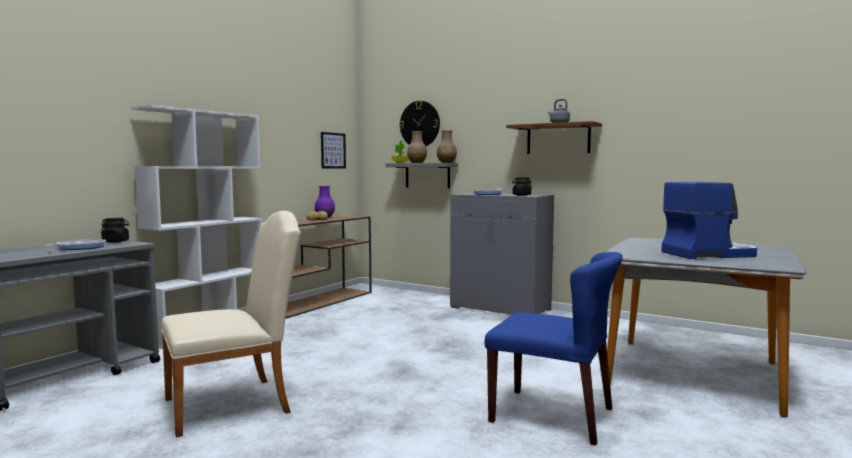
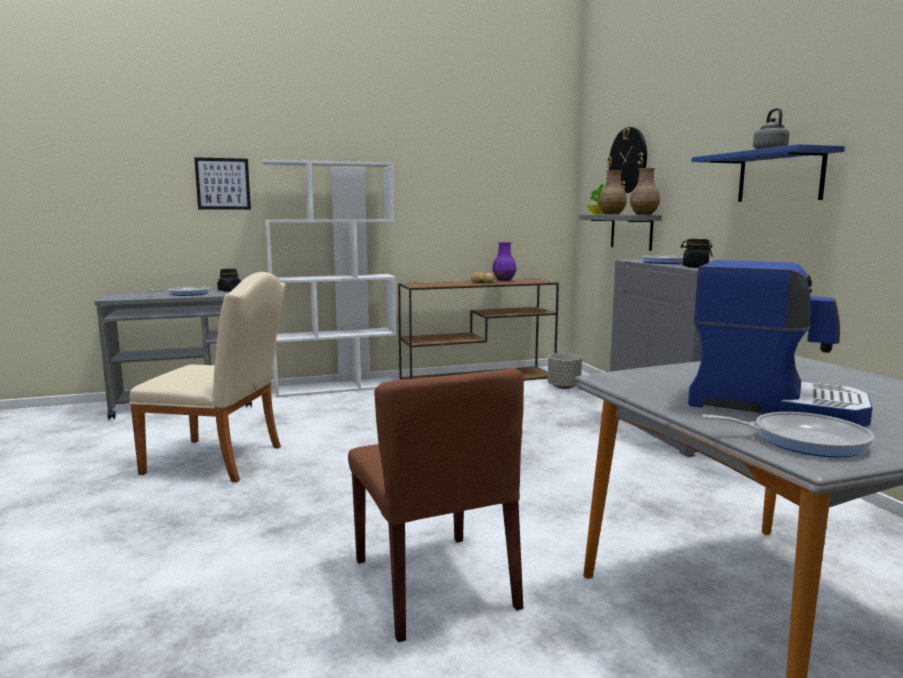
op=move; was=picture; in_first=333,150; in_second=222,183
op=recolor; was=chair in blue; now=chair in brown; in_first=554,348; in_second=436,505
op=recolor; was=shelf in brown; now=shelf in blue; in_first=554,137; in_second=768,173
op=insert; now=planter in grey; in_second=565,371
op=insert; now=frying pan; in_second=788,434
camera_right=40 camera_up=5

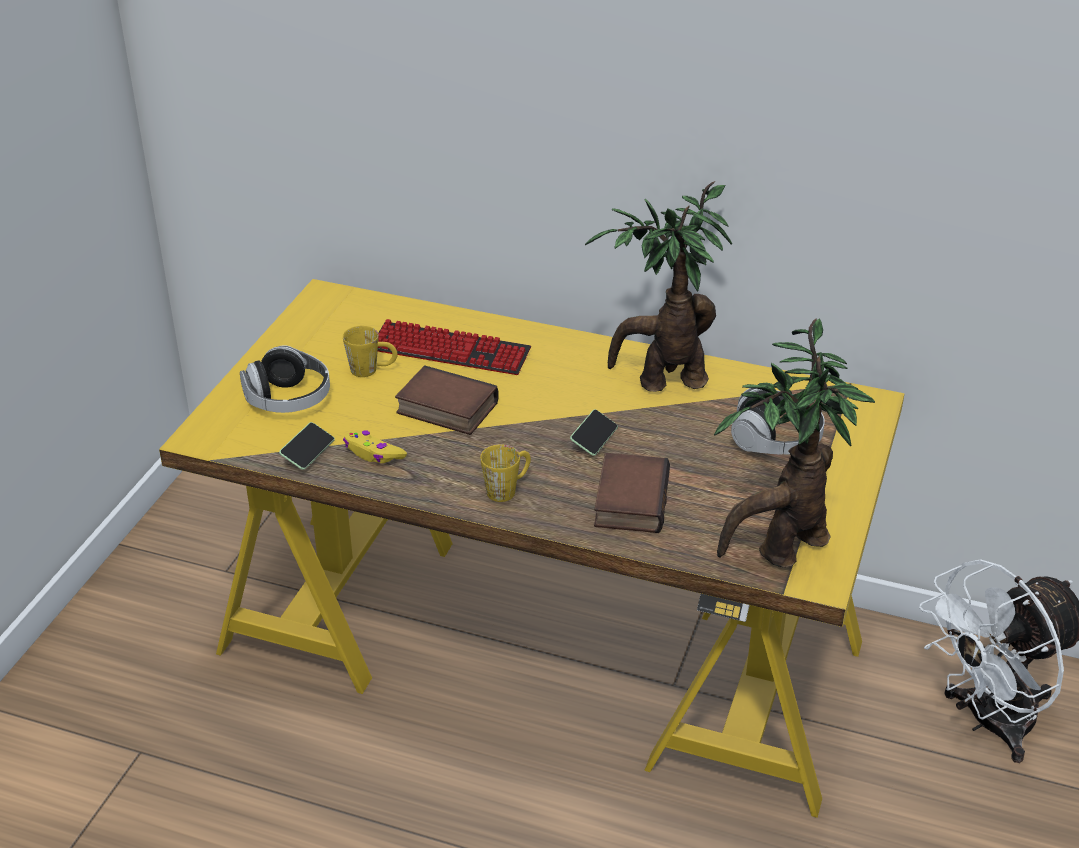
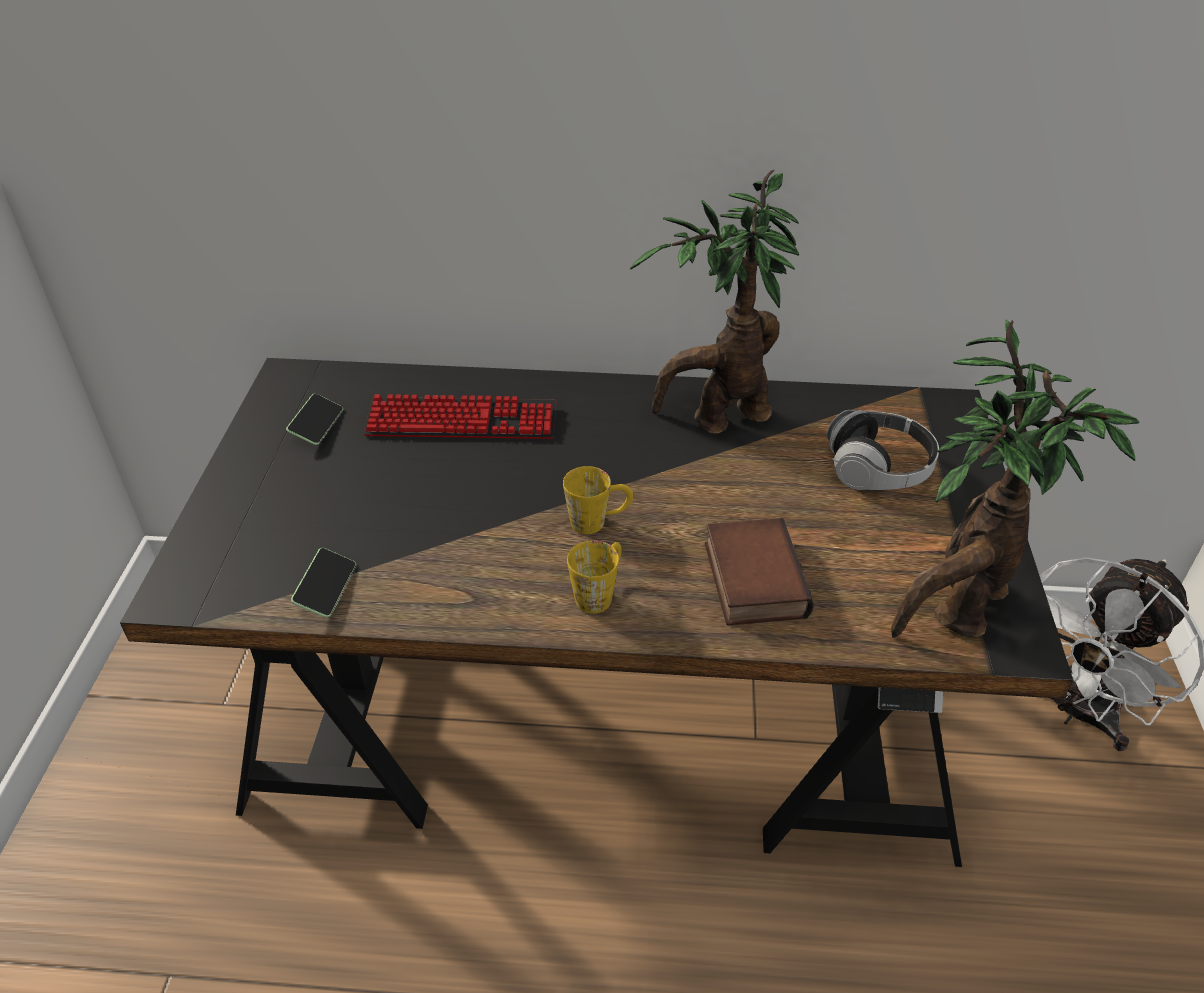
op=recolor; was=desk in yellow; now=desk in black; in_first=531,548; in_second=596,612
op=delete; was=headphones; in_first=285,379
op=move; was=mug in yellow; in_first=370,351; in_second=598,500
op=delete; was=game controller in yellow; in_first=375,446
op=delete; was=book; in_first=447,400
op=move; was=phone; in_first=594,432; in_second=314,419
camera_right=-15 camera_up=5

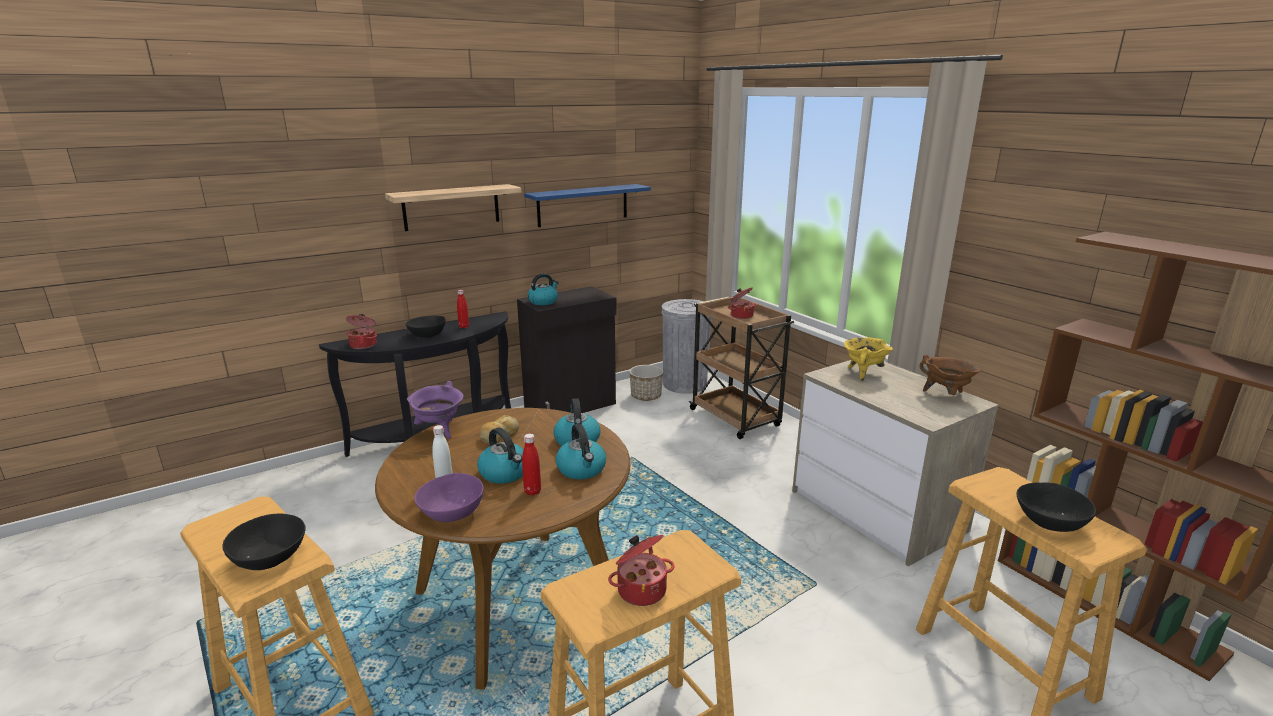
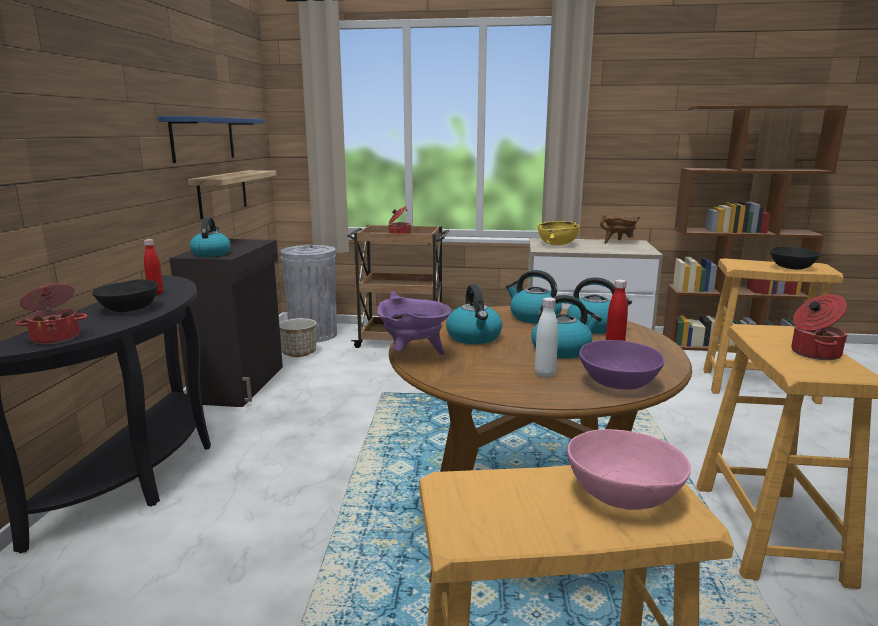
op=recolor; was=bowl in black; now=bowl in pink; in_first=264,542; in_second=629,469
op=move; was=shelf; in_first=453,207; in_second=232,194
op=replace; was=bread; now=kettle; in_first=499,429; in_second=474,314
op=replace; was=cooking pot in yellow; now=bowl in yellow; in_first=868,359; in_second=558,233
camera_right=-50 camera_up=-5

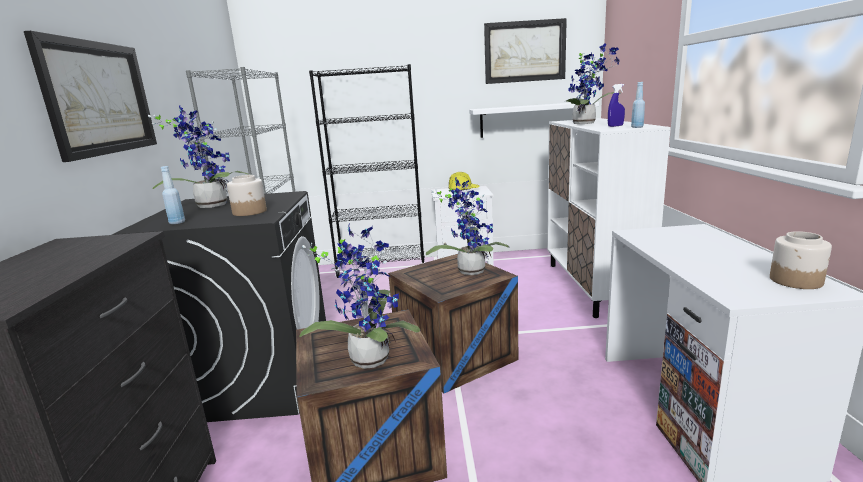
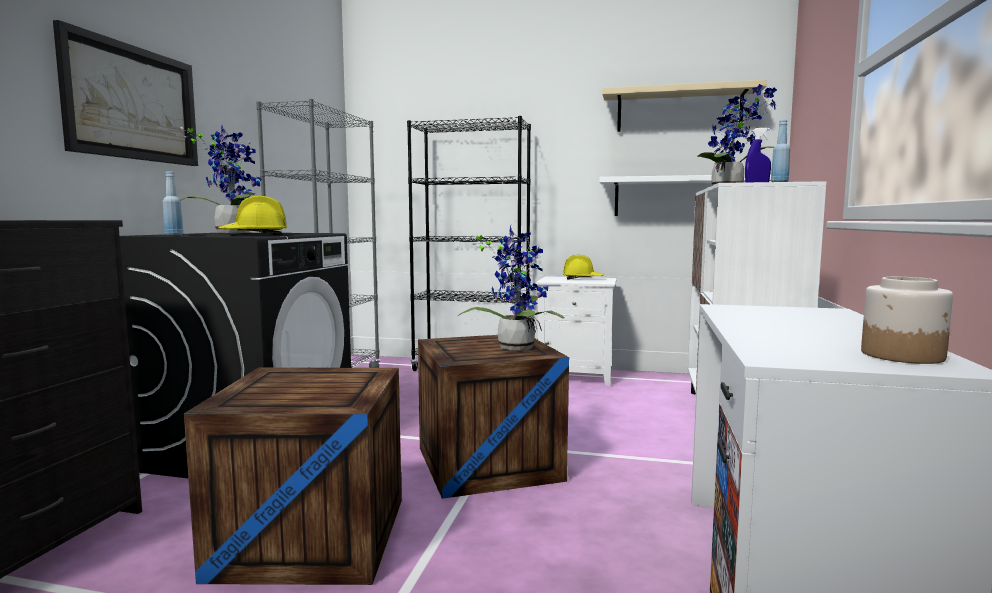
op=replace; was=jar; now=hard hat in yellow; in_first=247,195; in_second=252,215
op=delete; was=potted plant; in_first=359,297
op=replace; was=picture; now=shelf in beige; in_first=525,51; in_second=684,106
camera_right=15 camera_up=-10

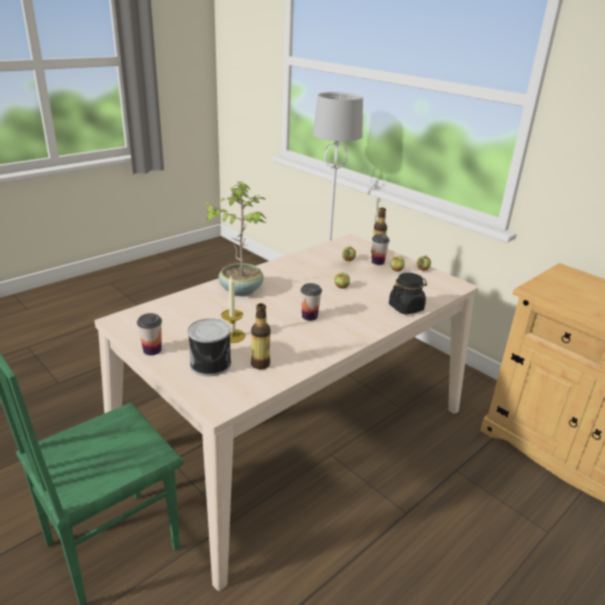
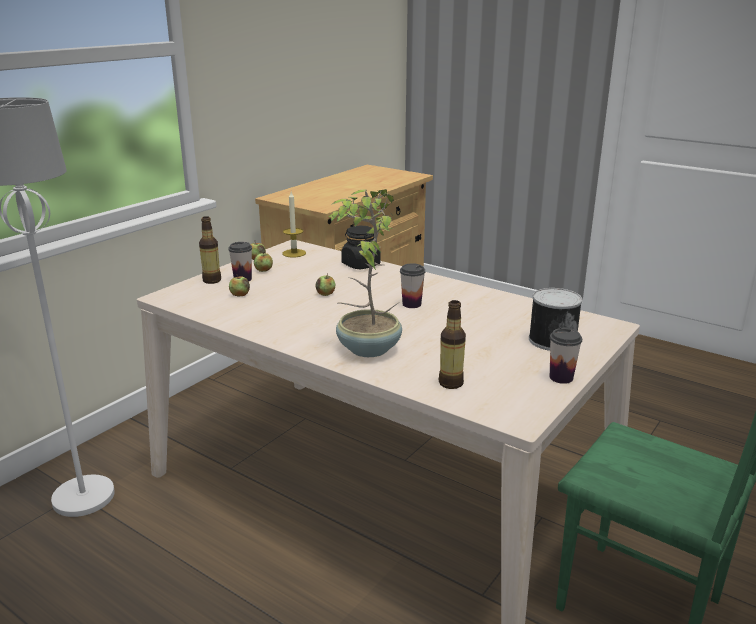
op=move; was=candle; in_first=233,309; in_second=294,225
op=move; was=bottle; in_first=261,336; in_second=452,344
camera_right=-100 camera_up=-5

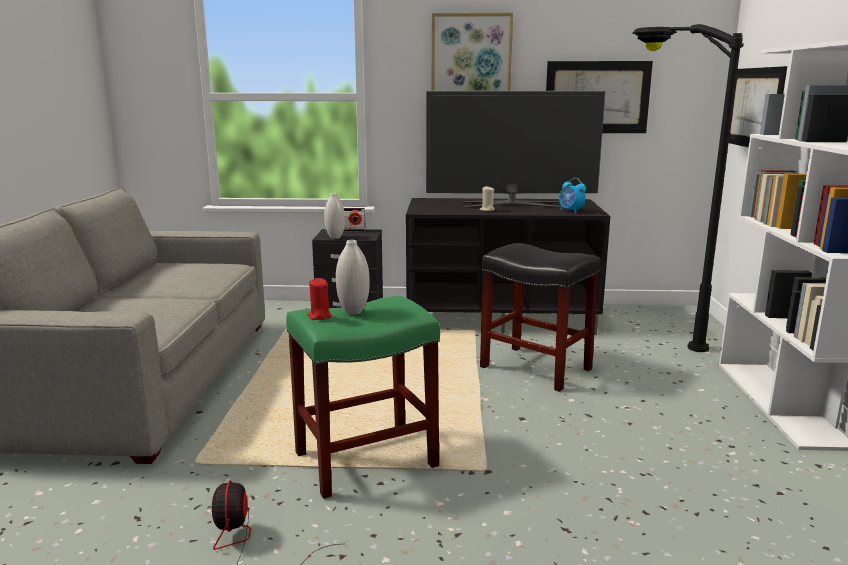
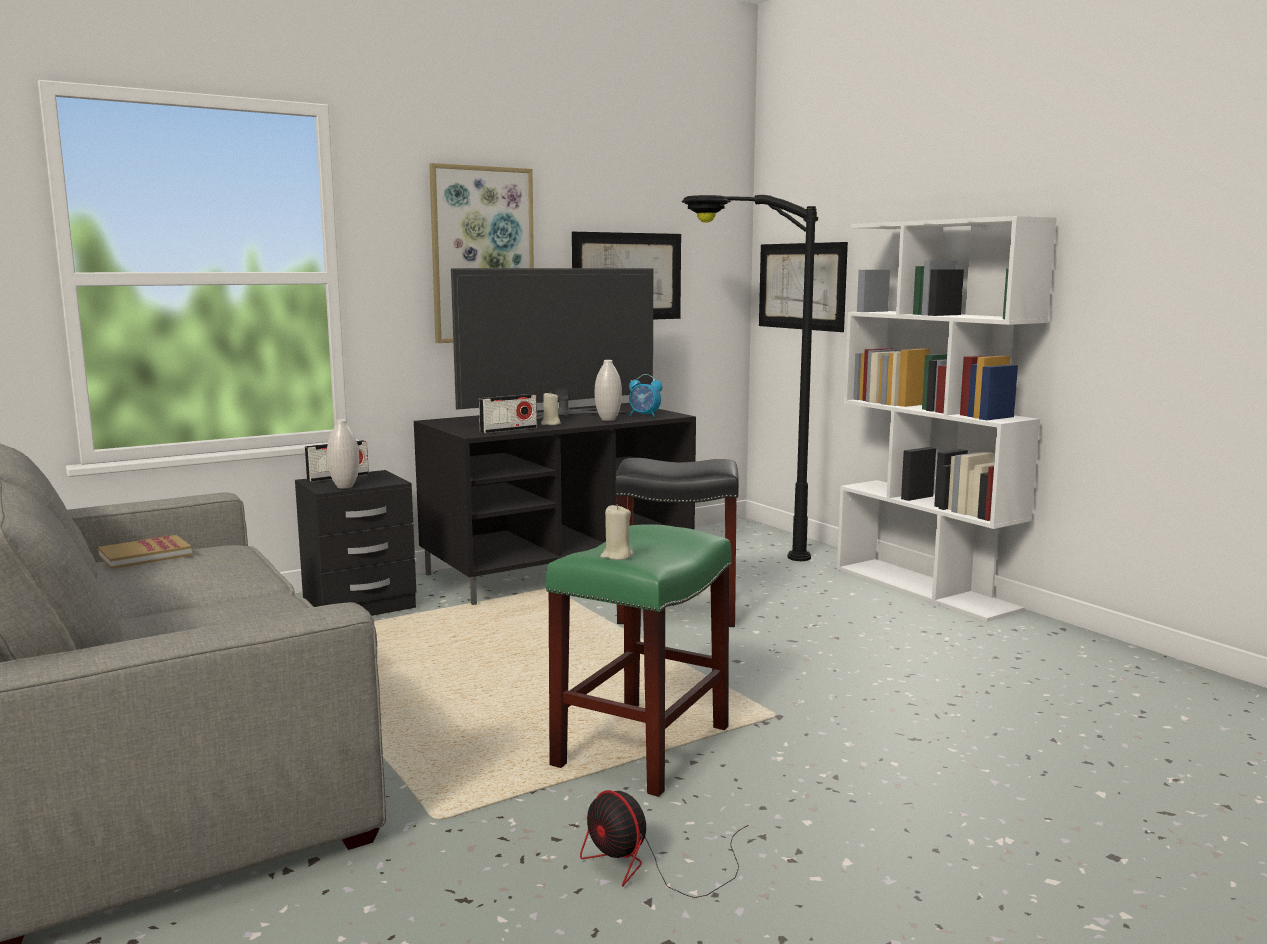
op=recolor; was=candle in red; now=candle in beige; in_first=319,299; in_second=617,532
op=move; was=vase in white; in_first=353,277; in_second=608,390
op=insert; now=book; in_second=145,552
op=insert; now=radio; in_second=508,413
camera_right=-35 camera_up=-5

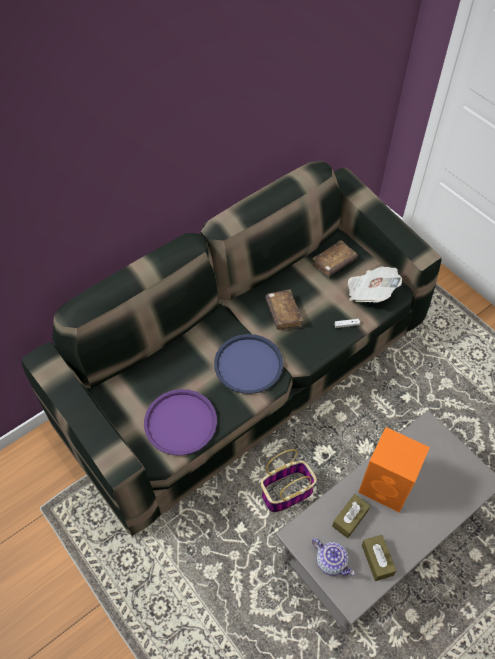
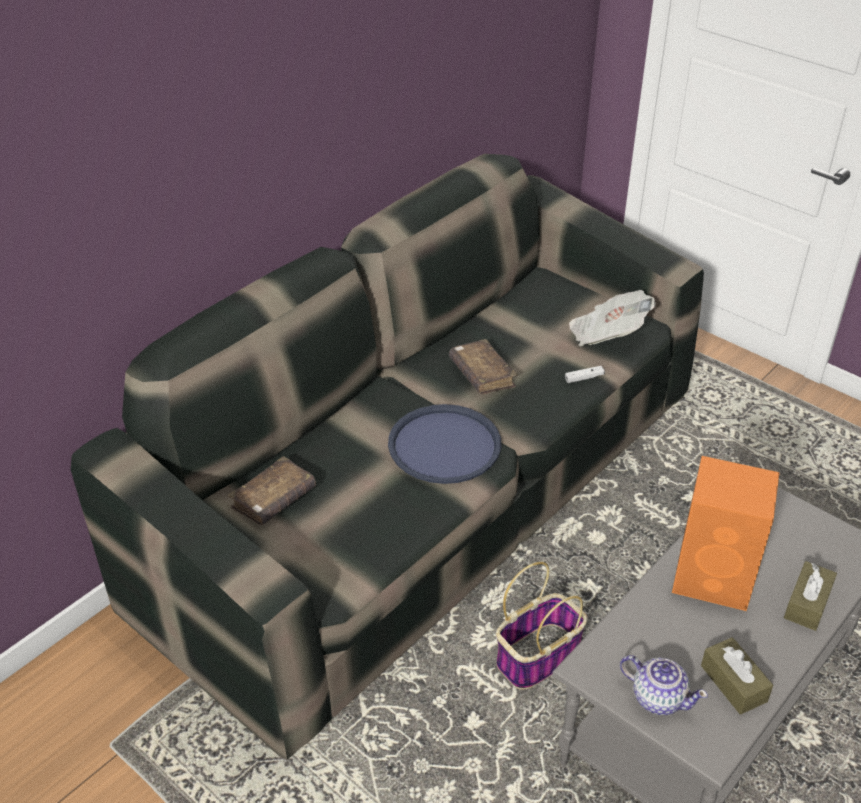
op=delete; was=tray in purple; in_first=180,422
op=move; was=book in brown; in_first=335,258; in_second=272,490
op=move; was=tissue box in brown; in_first=351,516; in_second=810,596
camera_right=-10 camera_up=-15

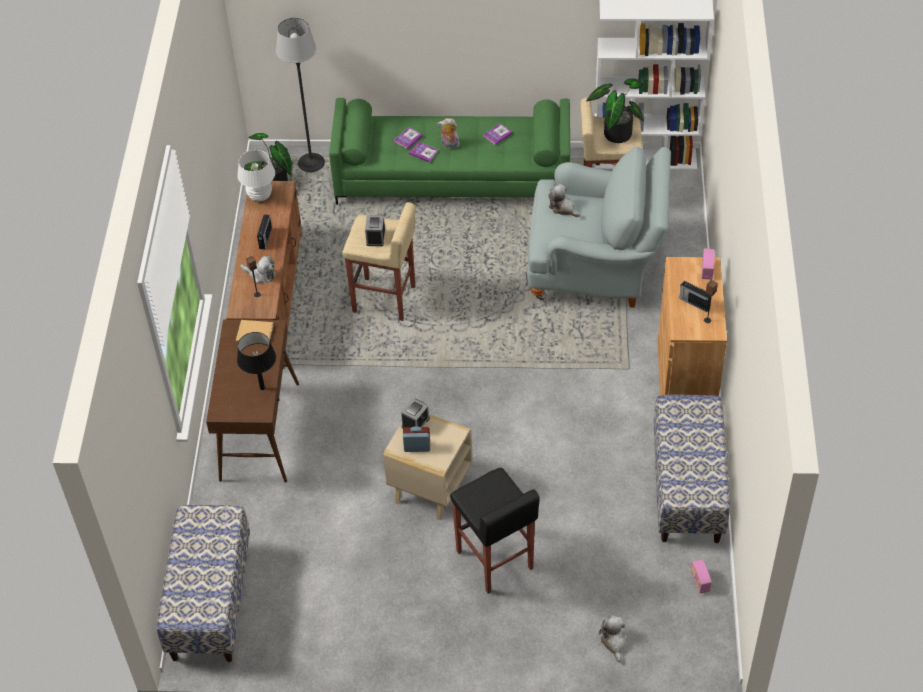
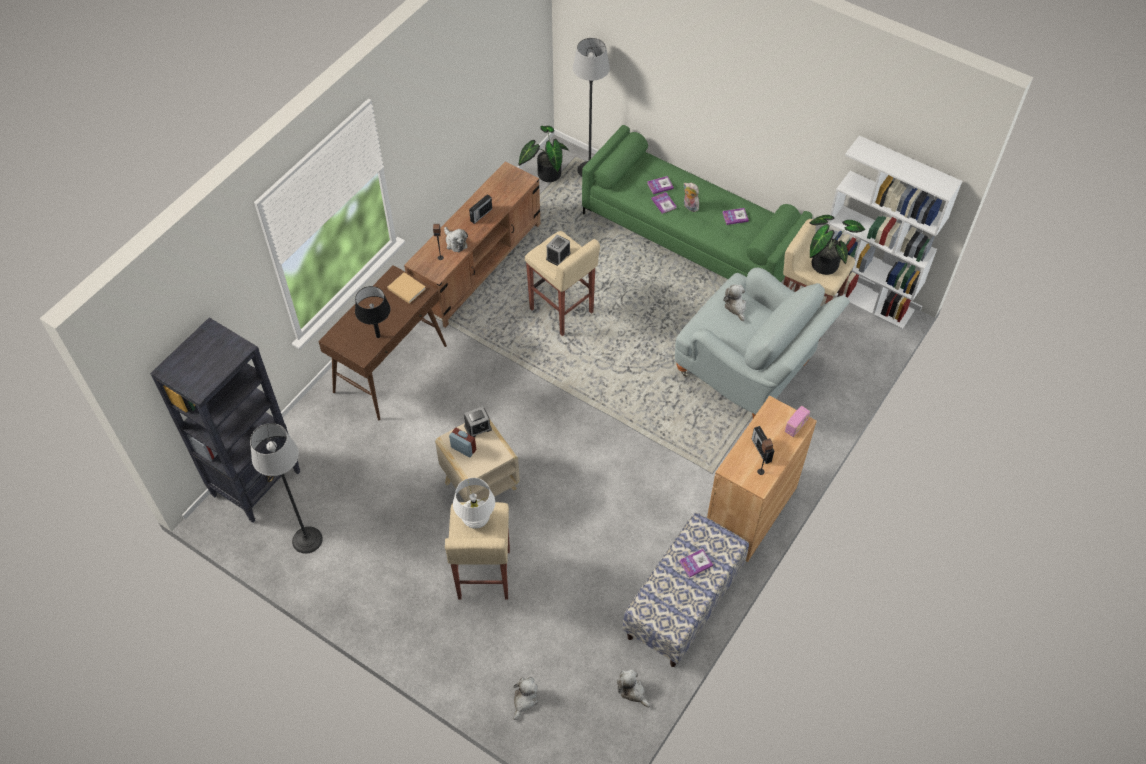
op=replace; was=bench; now=bookcase in black; in_first=203,583; in_second=225,420
op=move; was=table lamp in white; in_first=256,175; in_second=474,503
op=recolor; was=stool in black; now=stool in beige; in_first=495,531; in_second=477,550
op=replace; was=radio; now=plush toy; in_first=701,576; in_second=633,689
op=insert; now=floor lamp; in_second=286,488
op=insert; now=book; in_second=696,563
camera_right=30 camera_up=5

